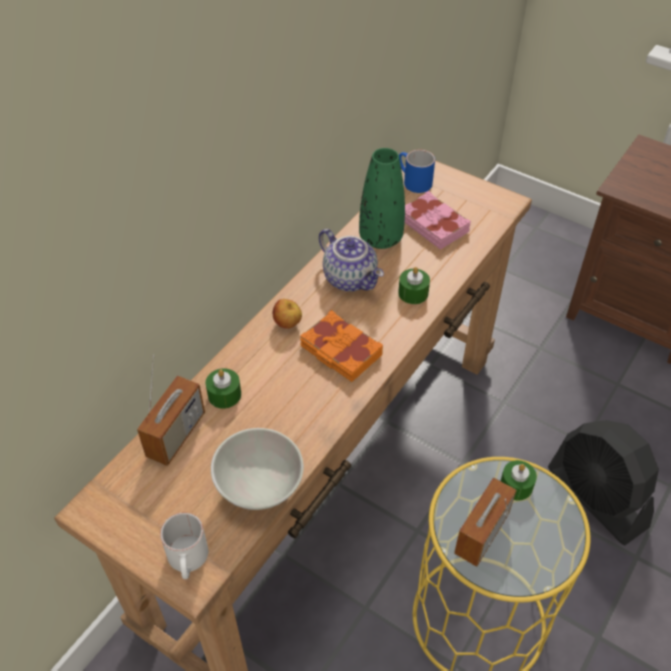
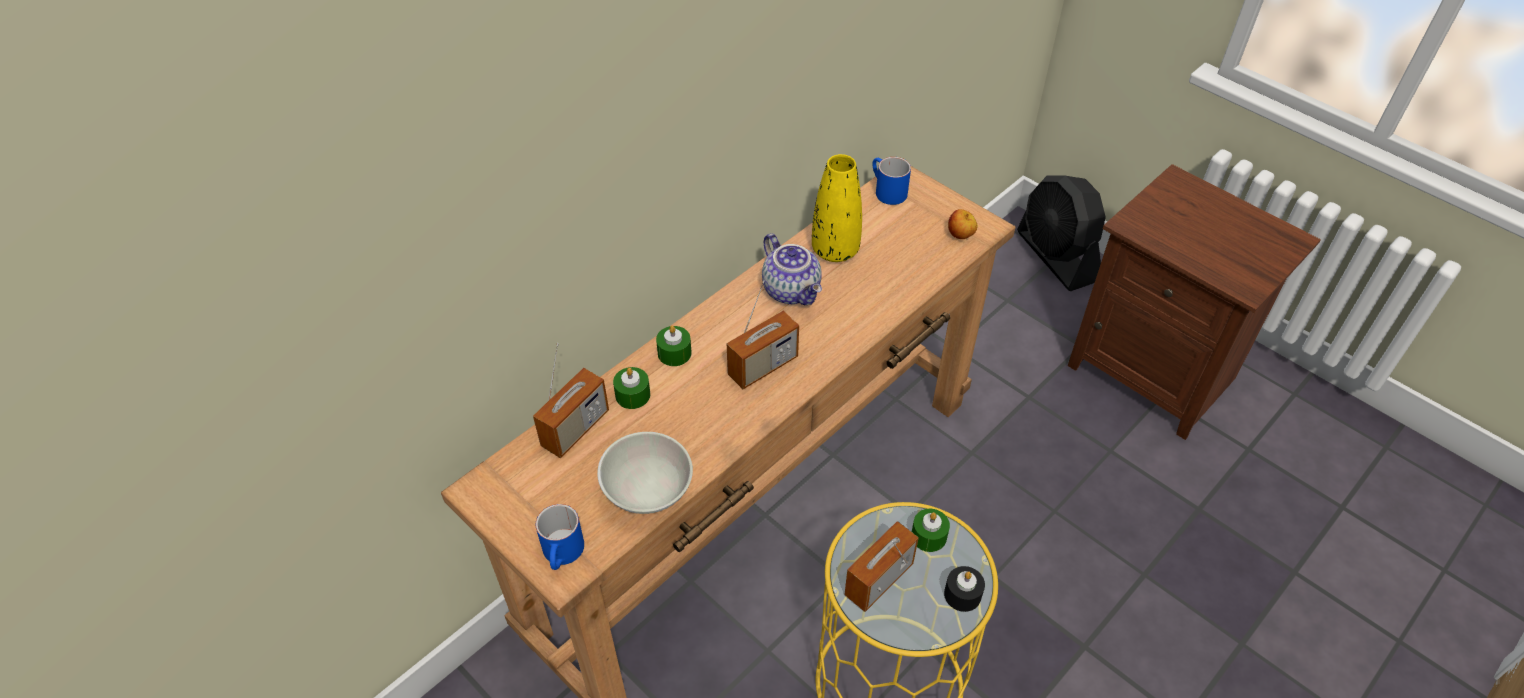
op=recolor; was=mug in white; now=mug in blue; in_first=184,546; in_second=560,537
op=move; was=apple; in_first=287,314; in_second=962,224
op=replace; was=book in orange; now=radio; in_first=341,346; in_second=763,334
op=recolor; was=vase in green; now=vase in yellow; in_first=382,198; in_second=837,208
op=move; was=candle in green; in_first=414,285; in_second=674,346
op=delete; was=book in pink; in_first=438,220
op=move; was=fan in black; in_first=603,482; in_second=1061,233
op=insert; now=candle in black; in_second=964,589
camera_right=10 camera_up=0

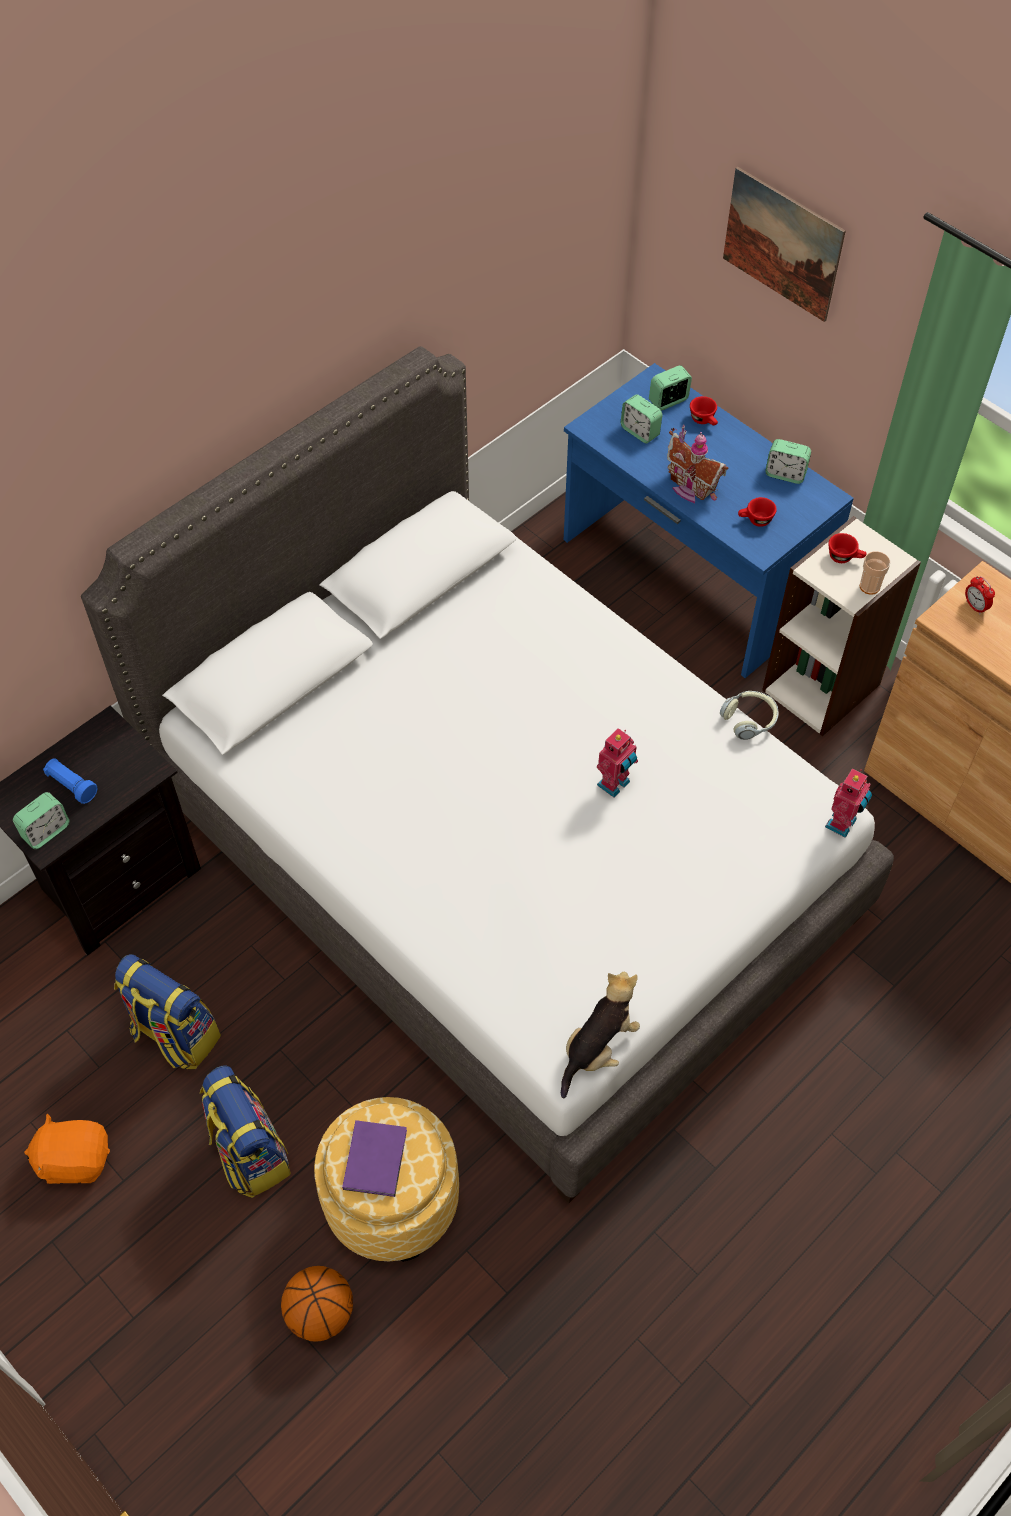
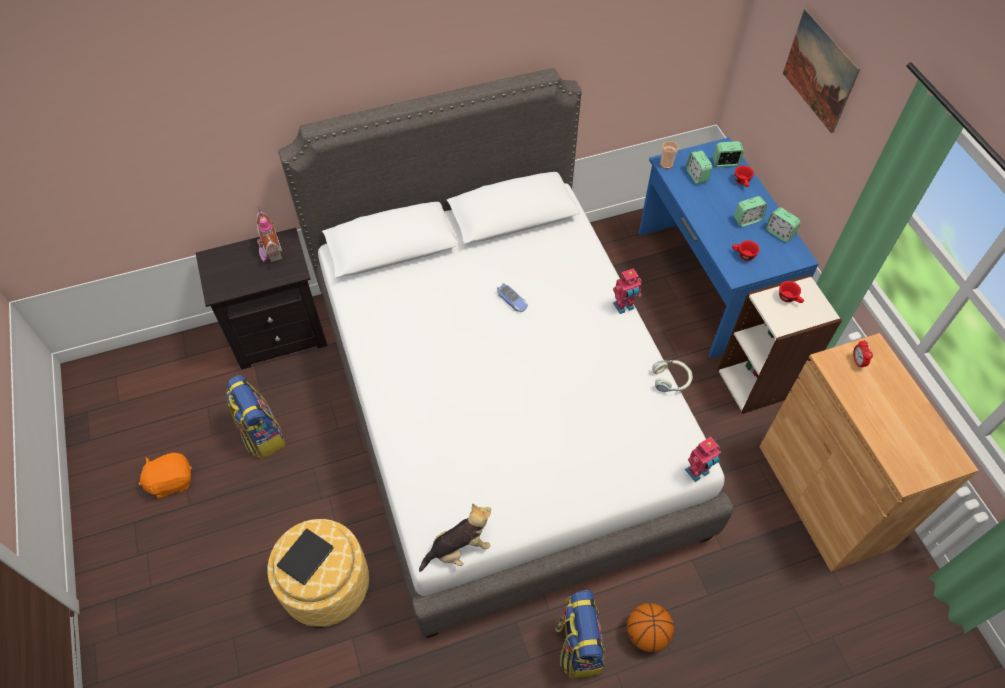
op=move; was=alarm clock; in_first=41,820; in_second=751,211
op=rotate; was=plush toy in orange; in_first=67,1148; in_second=165,476; clockwise=-45
op=delete; was=flashlight in blue; in_first=70,781
op=move; was=backpack; in_first=245,1131; in_second=580,634
op=move; was=basketball; in_first=317,1304; in_second=650,627
op=recolor; was=book in purple; now=book in black; in_first=374,1158; in_second=305,557
op=move; was=toy robot; in_first=617,762; in_second=627,291
op=move; was=toy house; in_first=697,463; in_second=269,234
op=move; was=cup; in_first=875,572; in_second=669,155
op=insert; now=toy car; in_second=512,297
camera_right=25 camera_up=0

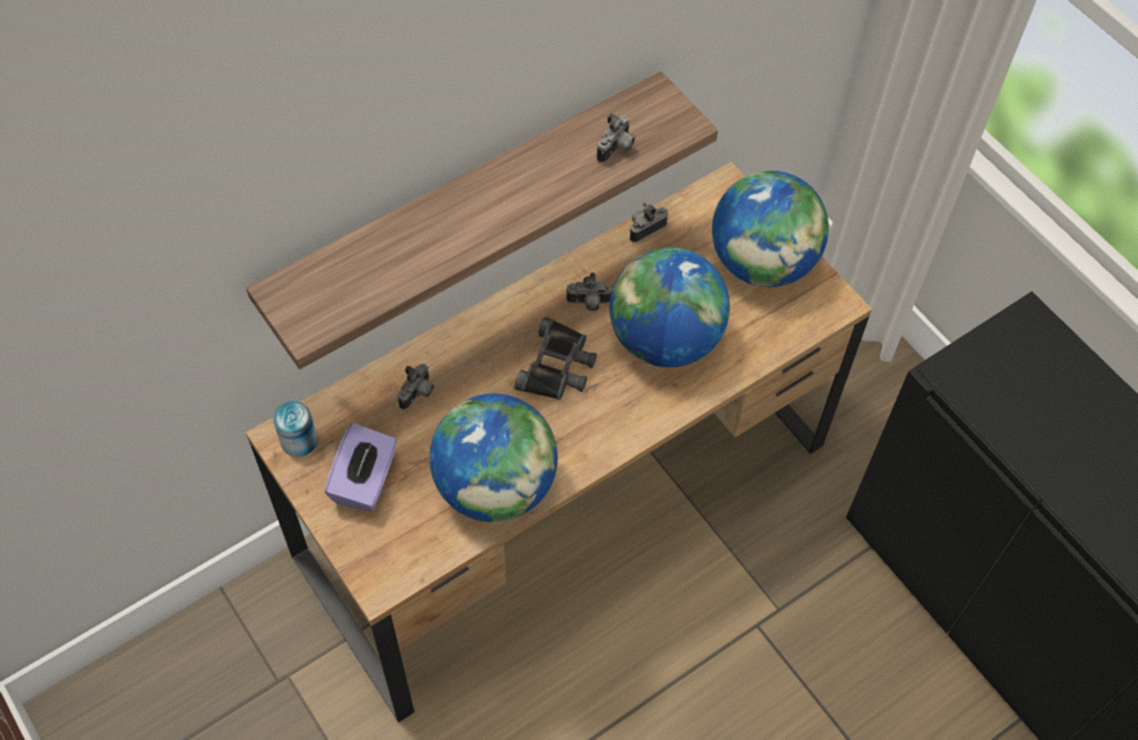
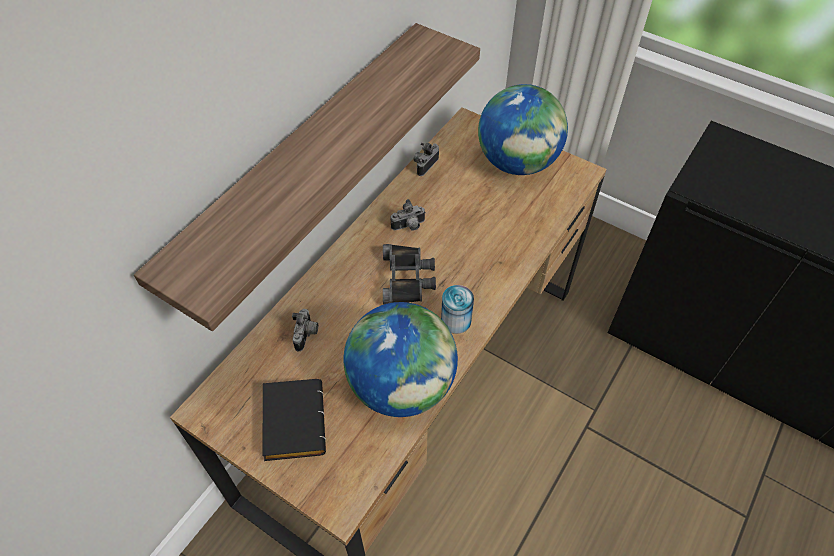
op=move; was=can; in_first=295,428; in_second=457,309
op=replace; was=tissue box in purple; now=book in black; in_first=361,467; in_second=294,420
op=delete; was=photo camera; in_first=616,138
op=delete; was=globe; in_first=670,307
camera_right=-20 camera_up=-5

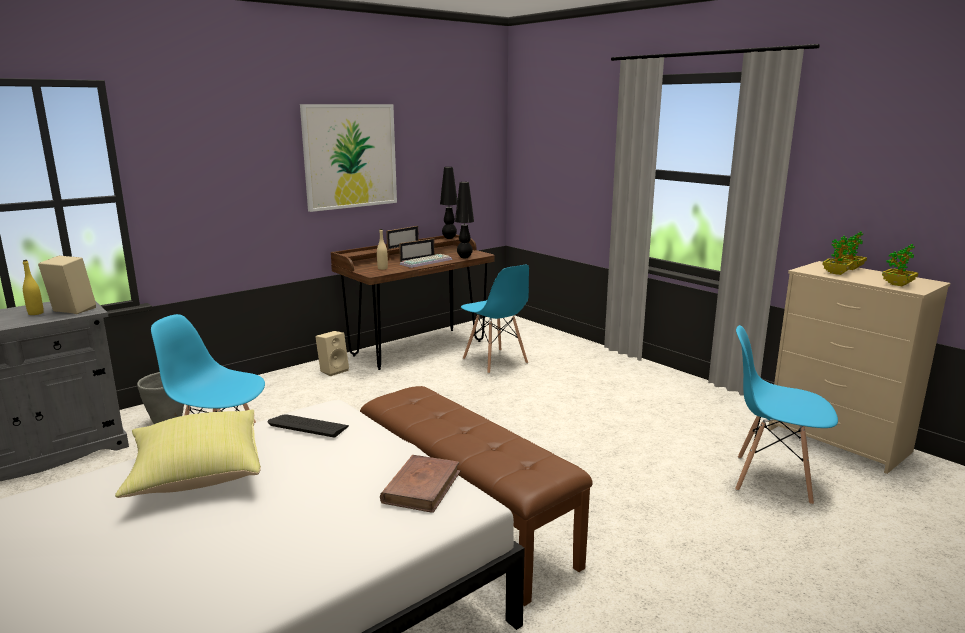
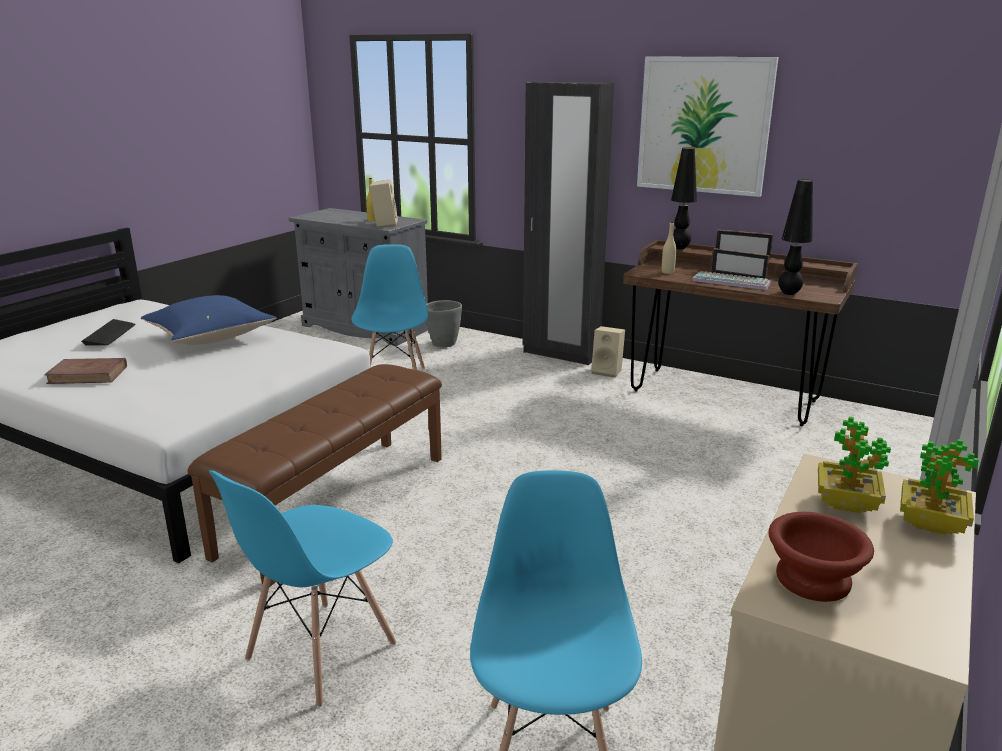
op=recolor; was=pillow in yellow; now=pillow in blue; in_first=188,453; in_second=209,320
op=move; was=keyboard; in_first=308,426; in_second=108,332
op=move; was=book in brown; in_first=420,484; in_second=85,371
op=move; was=table lamp in black; in_first=448,203; in_second=684,198
op=move; was=chair in blue; in_first=495,319; in_second=302,589
op=replace; was=potted plant; now=bowl in brown; in_first=900,265; in_second=821,557
op=insert; now=wardrobe in black; in_second=568,223
camera_right=70 camera_up=5

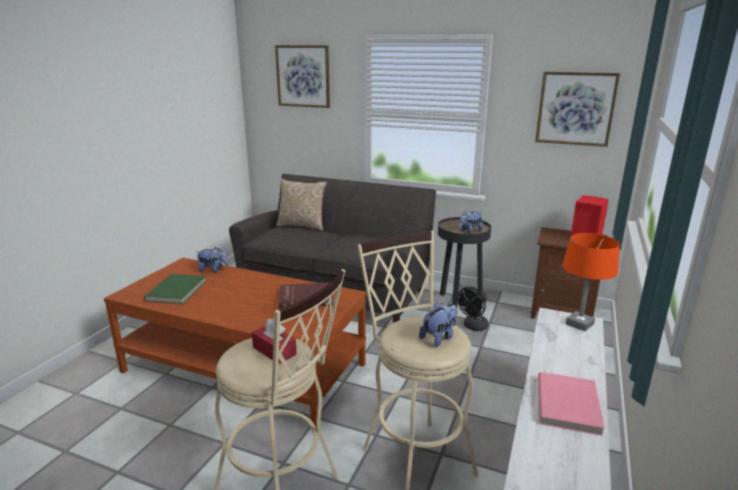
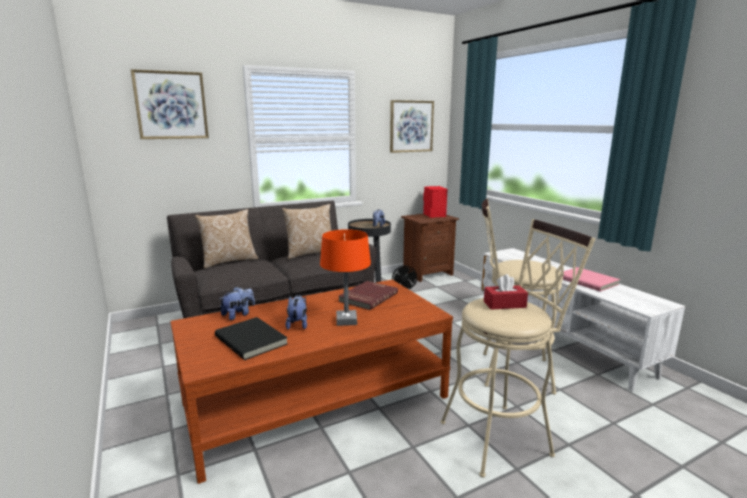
op=recolor; was=book in green; now=book in black; in_first=175,289; in_second=251,338
op=move; was=plush toy; in_first=438,324; in_second=296,312
op=move; was=table lamp in orange; in_first=591,282; in_second=345,277
op=insert; now=pillow; in_second=307,231
camera_right=-50 camera_up=-5

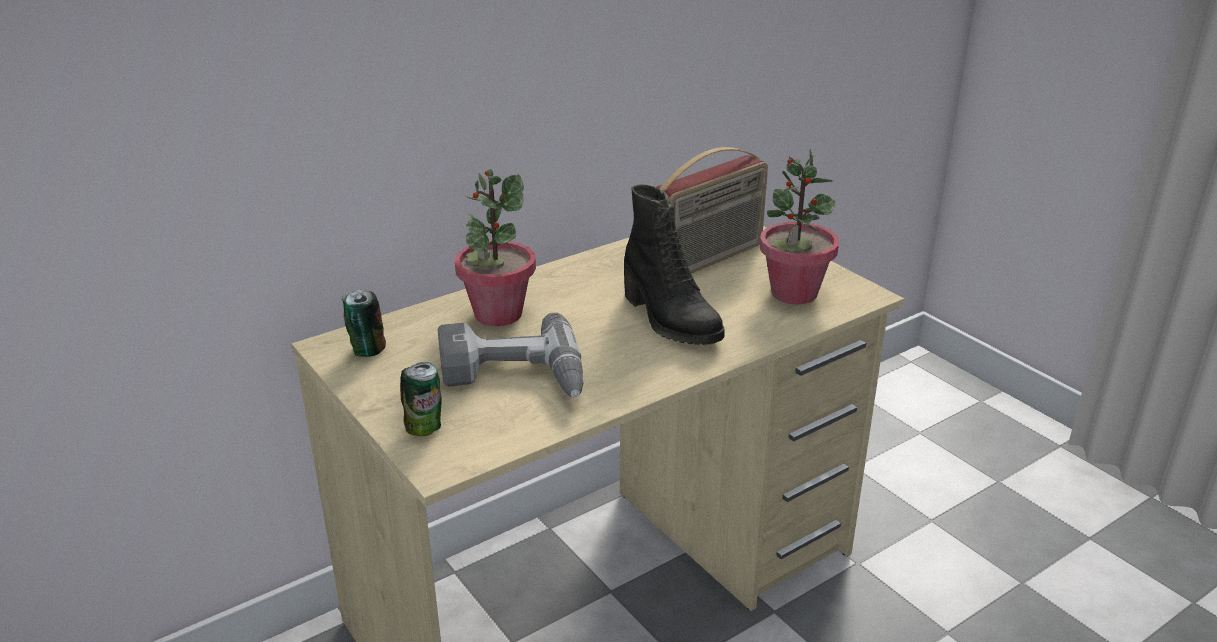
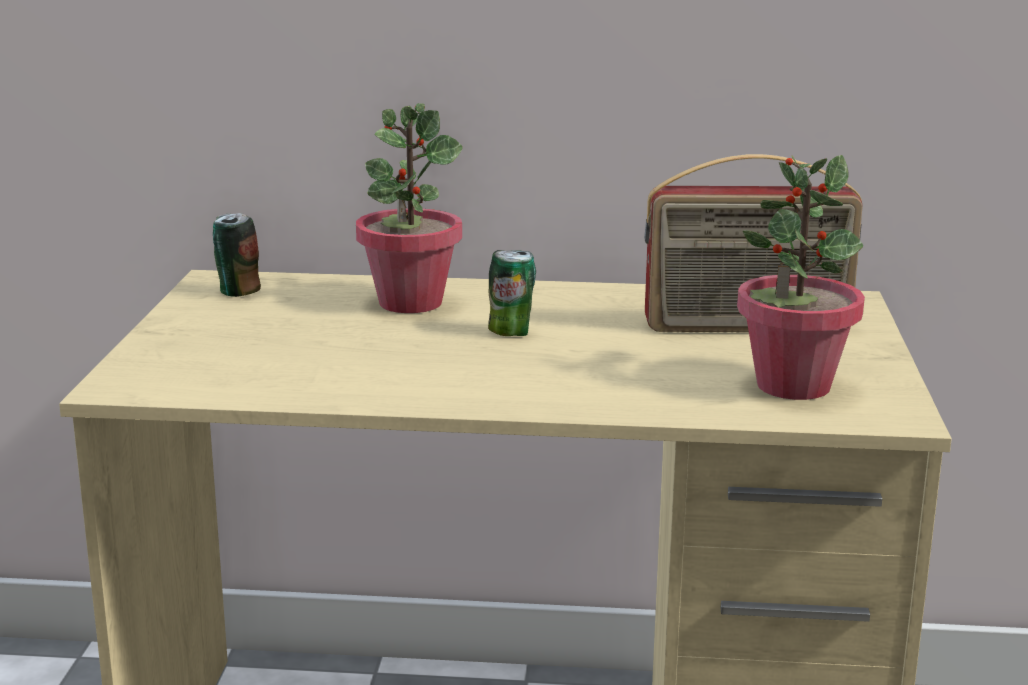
op=move; was=can; in_first=421,399; in_second=512,293
op=delete; was=power drill; in_first=510,355
op=delete; was=boot in black; in_first=674,264
camera_right=40 camera_up=-10

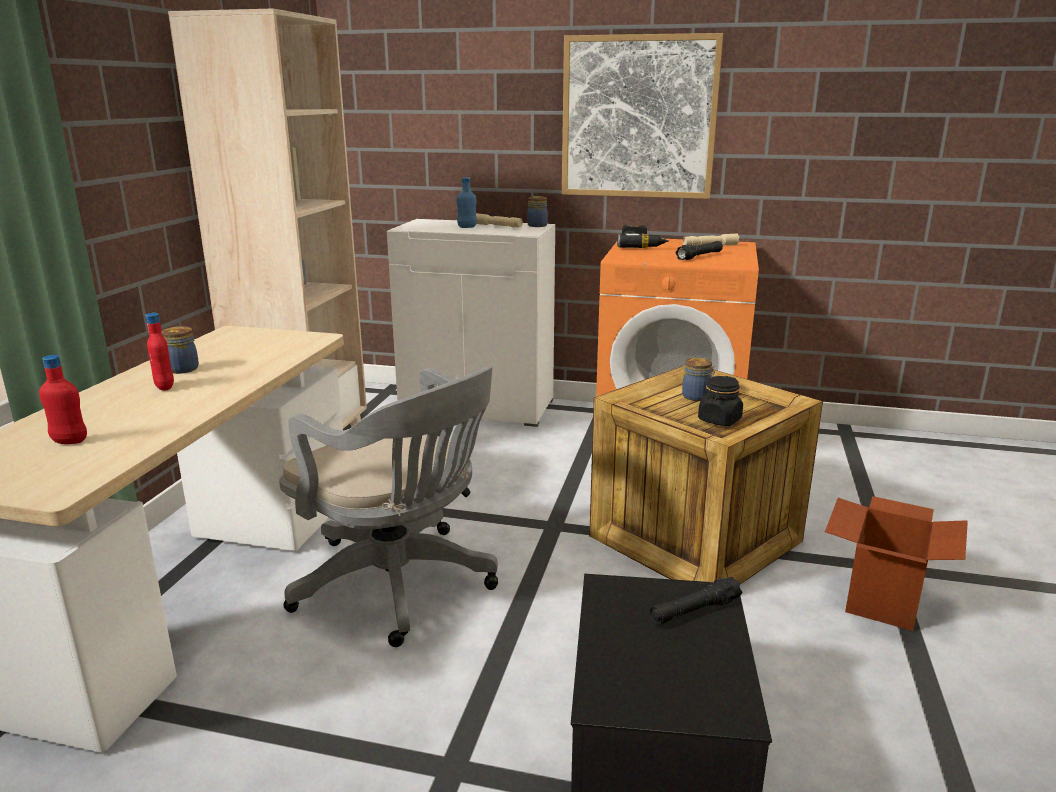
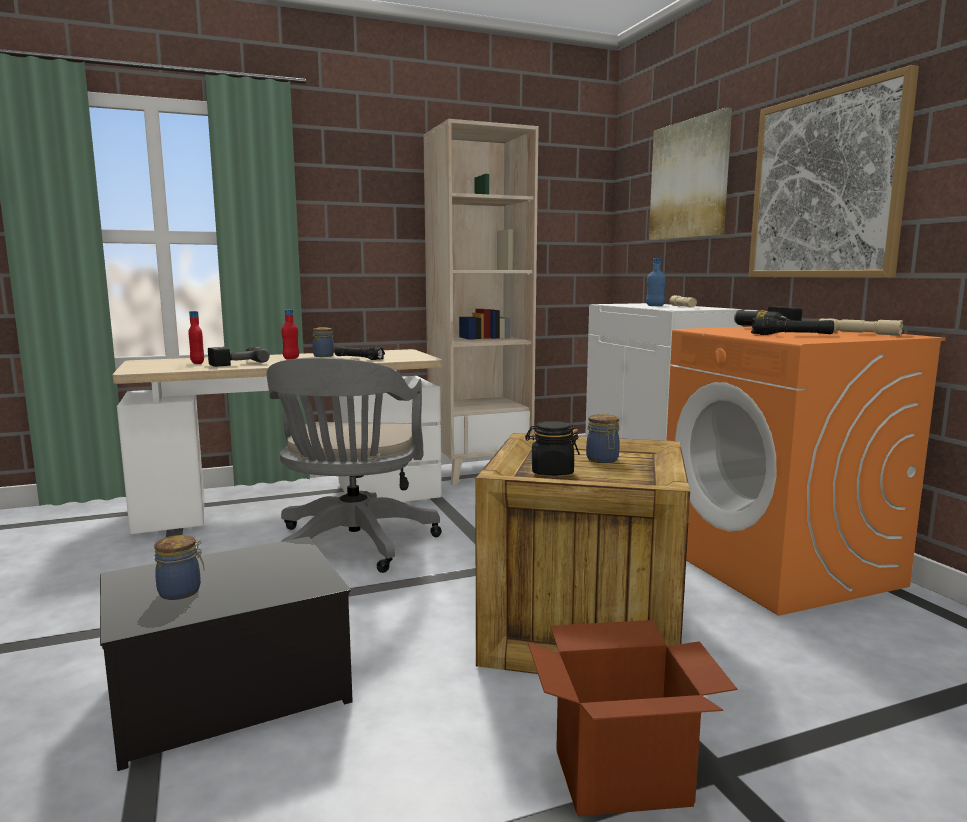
op=move; was=jar; in_first=537,211; in_second=179,567
op=move; was=flashlight in black; in_first=696,600; in_second=359,353
op=insert; now=power drill; in_second=239,357
op=insert; now=picture; in_second=690,173
camera_right=55 camera_up=-10

